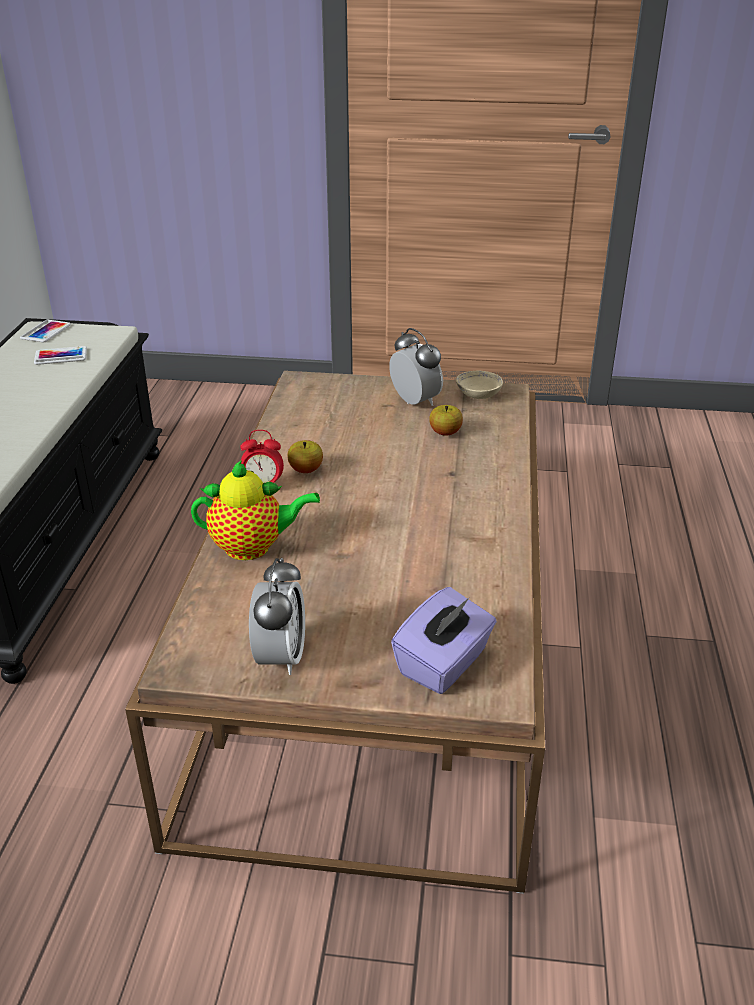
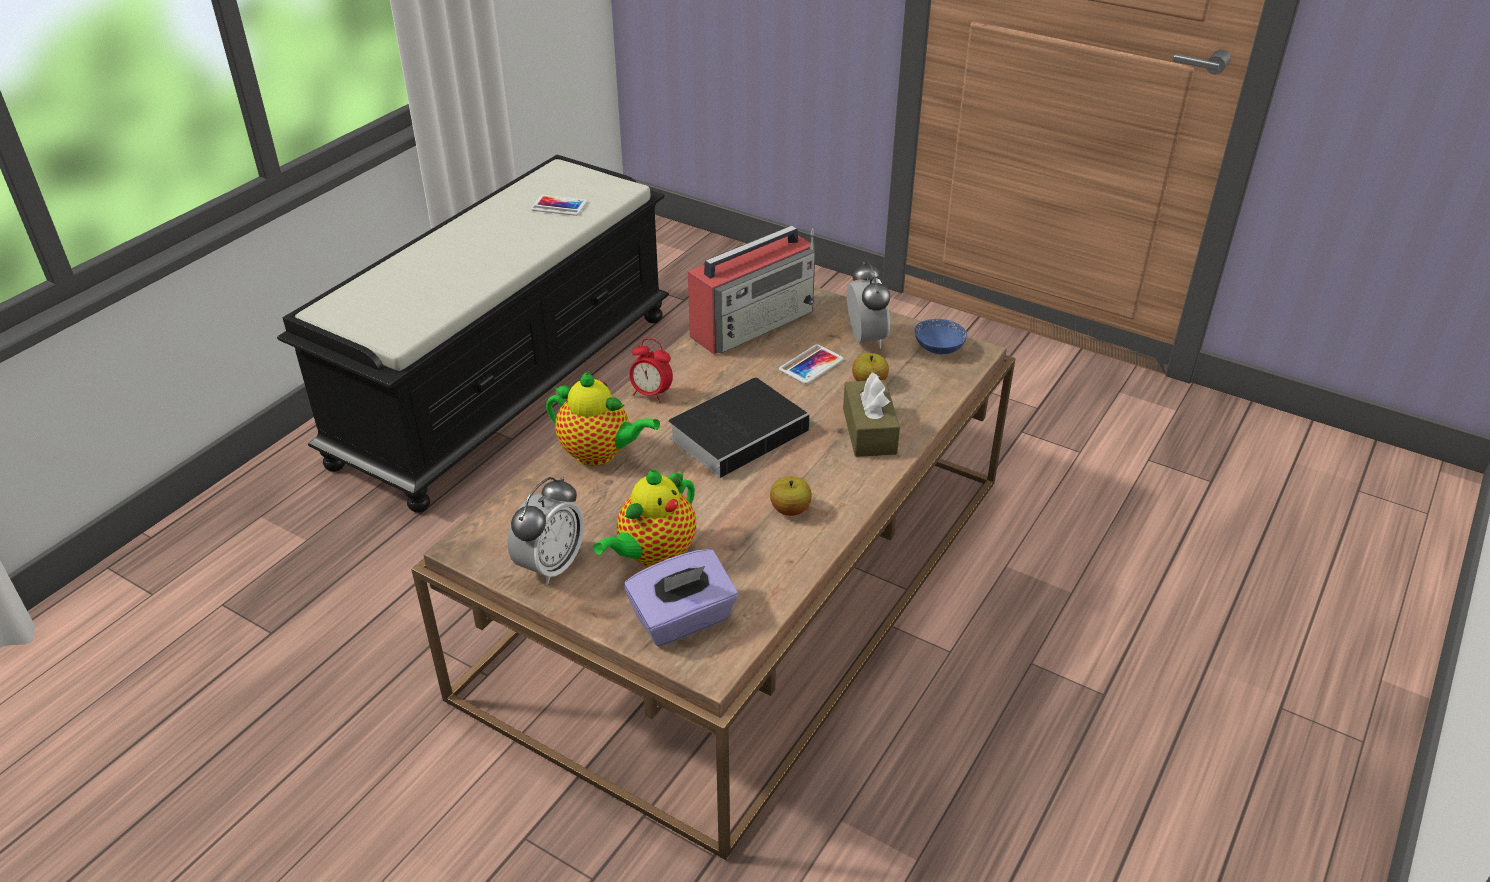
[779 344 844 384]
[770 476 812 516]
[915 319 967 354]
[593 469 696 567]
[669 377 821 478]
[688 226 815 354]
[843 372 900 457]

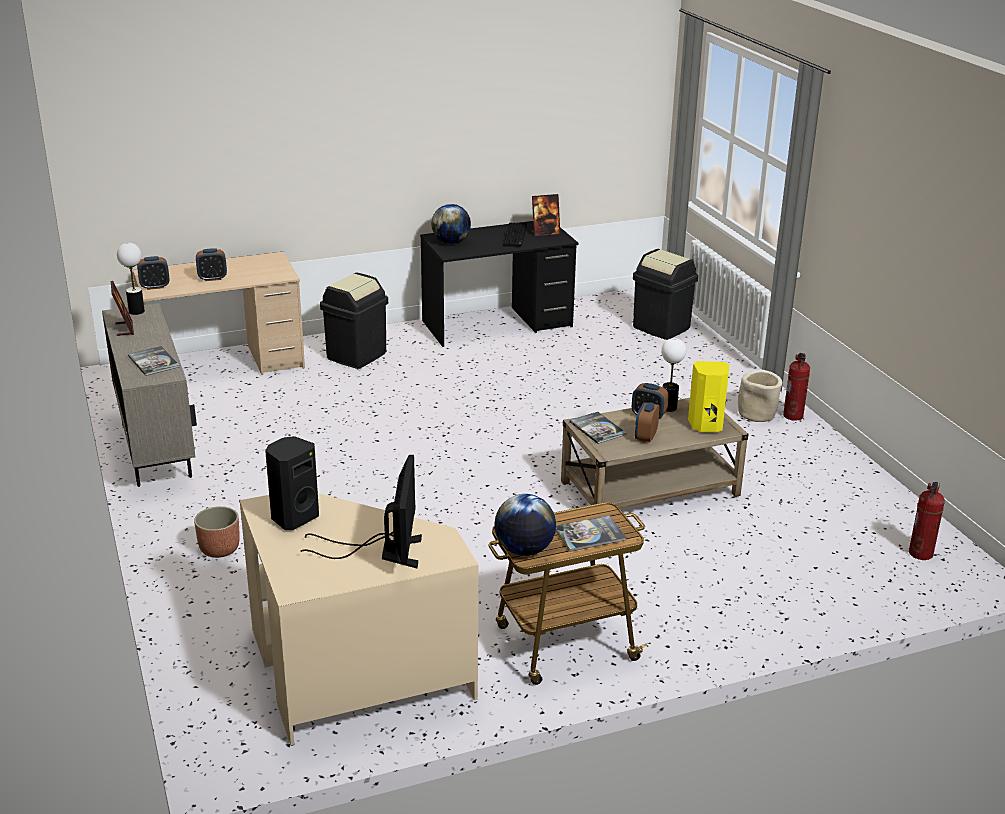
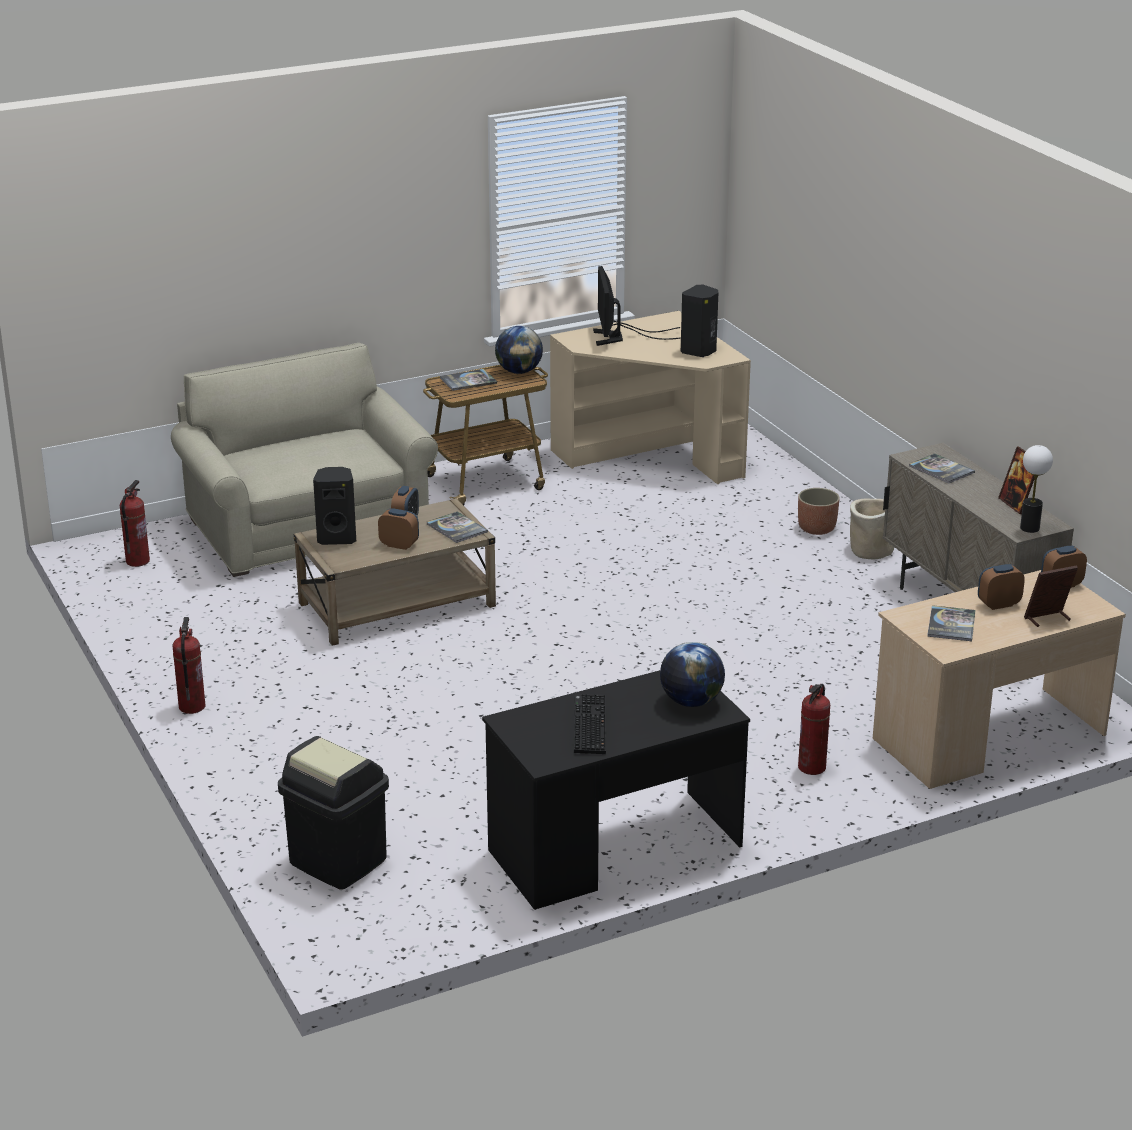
[798 684 830 775]
[1024 566 1078 627]
[661 338 686 412] (first image)
[313 467 356 545]
[850 499 894 559]
[171 343 438 577]
[927 605 976 641]

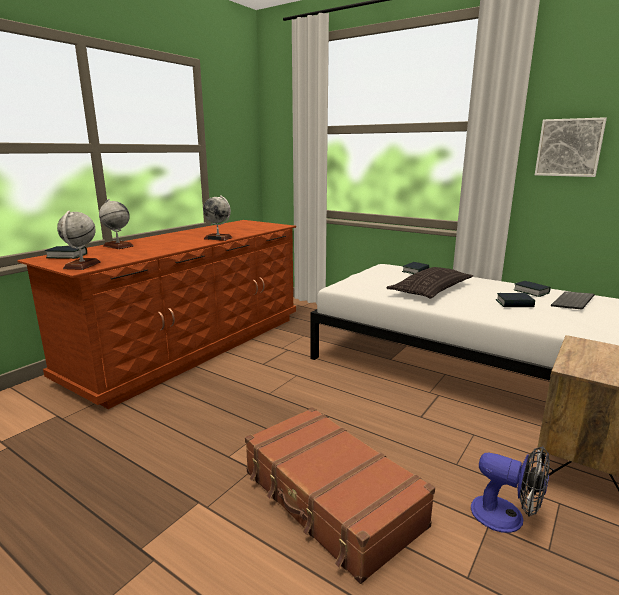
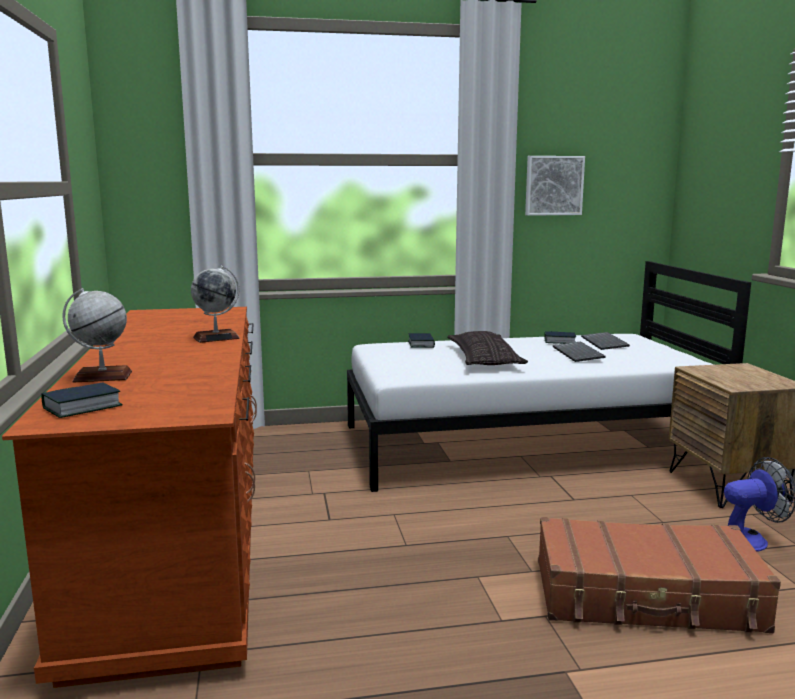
[57 211 101 270] (first image)
[553 341 605 362]

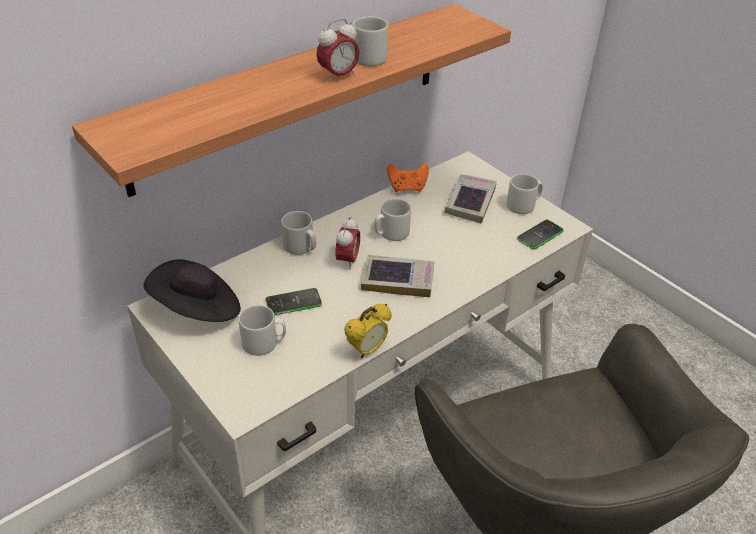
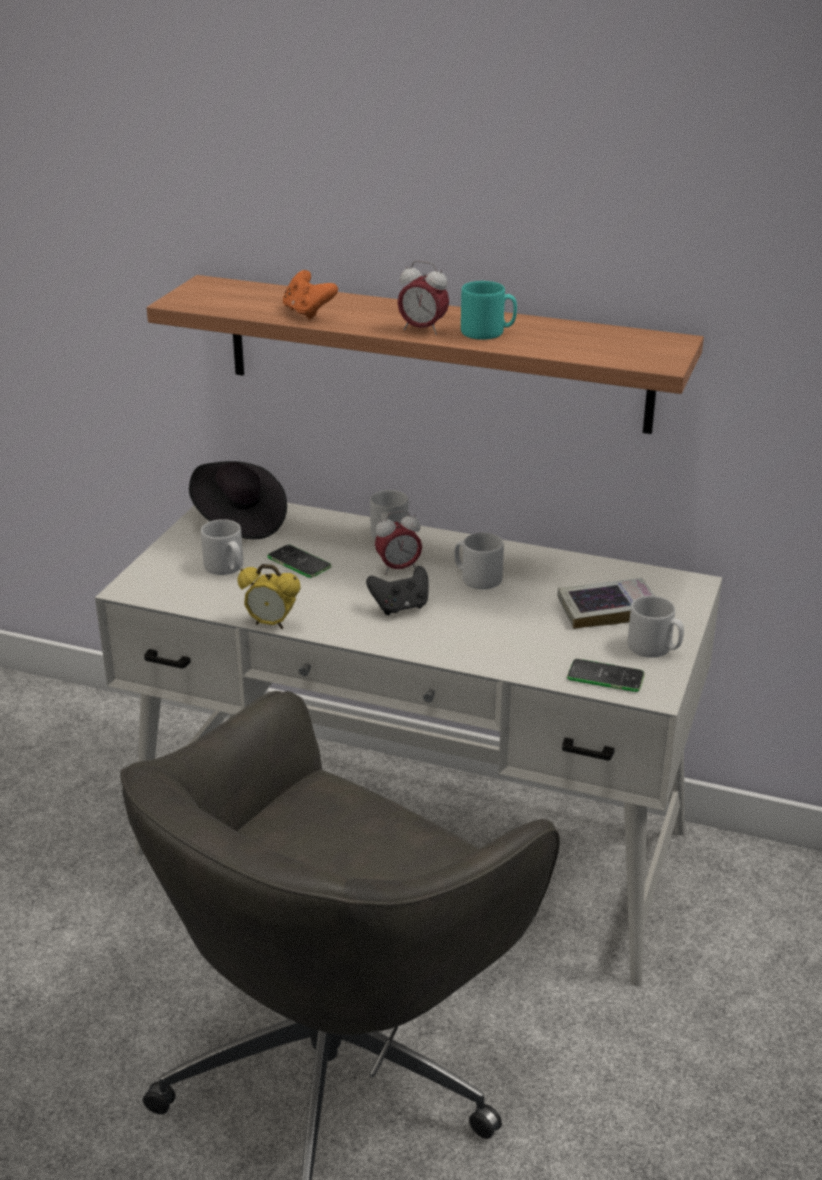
[461 281 517 340]
[366 566 429 615]
[283 270 338 320]

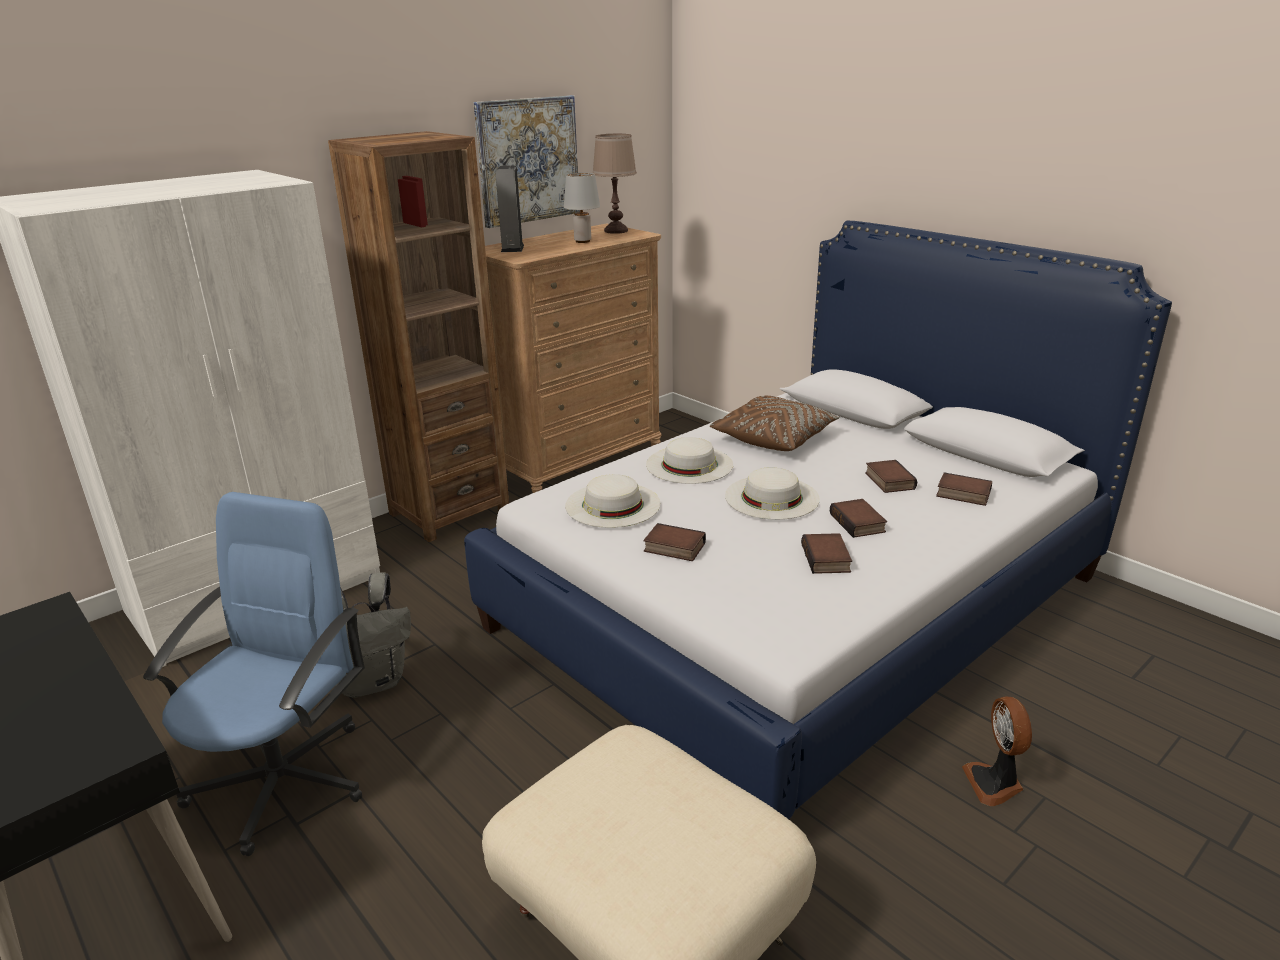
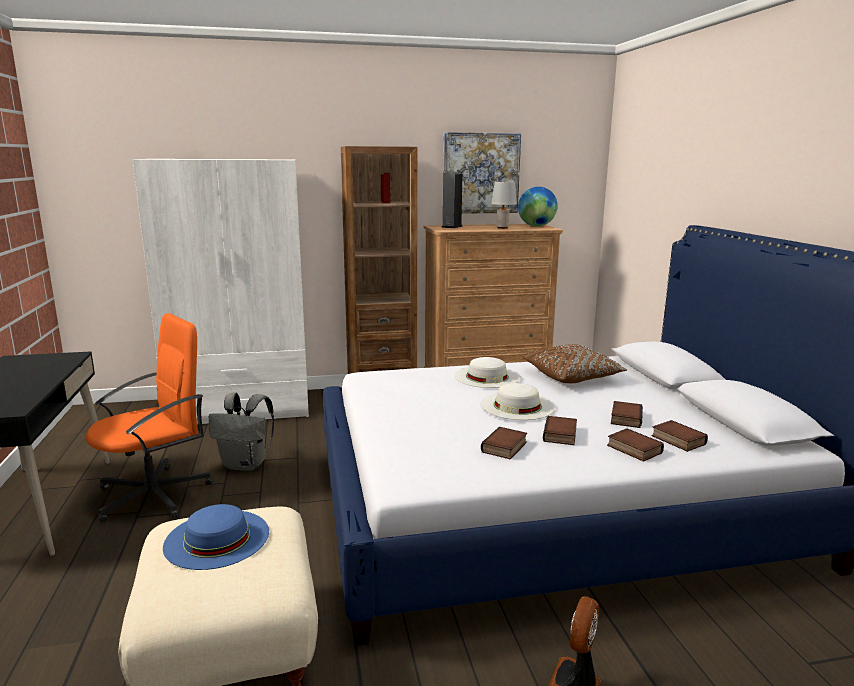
[86 313 213 522]
[565 474 660 528] (first image)
[518 187 558 227]
[607 428 664 462]
[163 504 269 570]

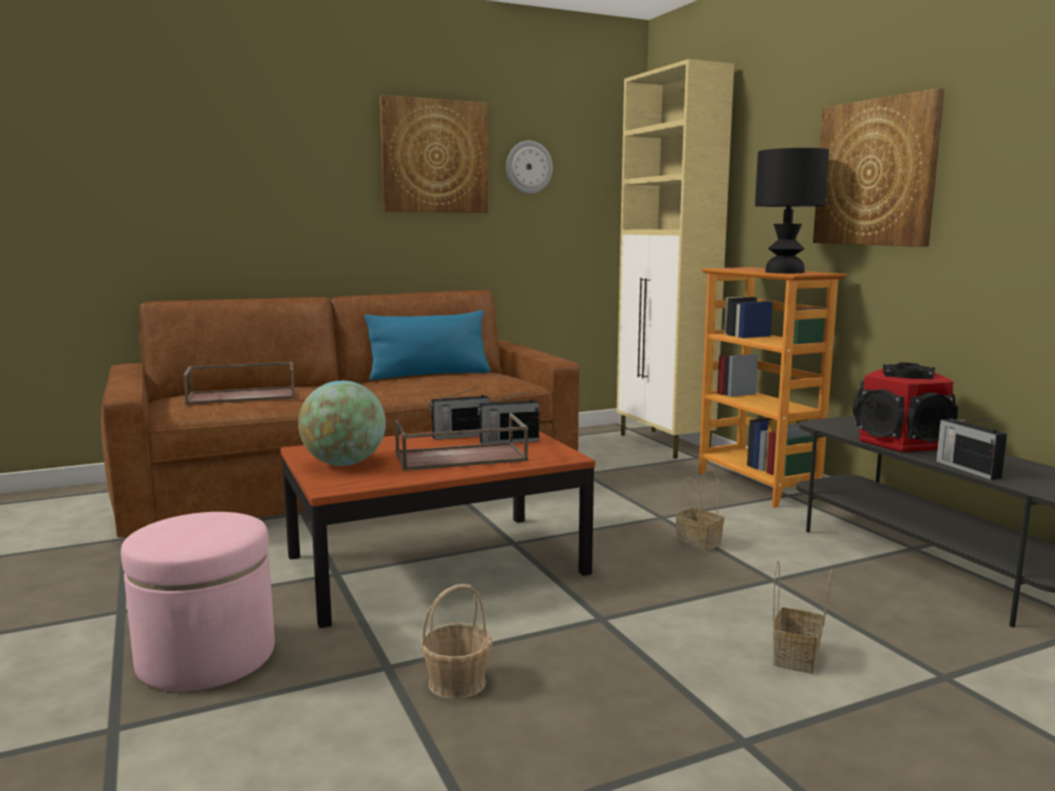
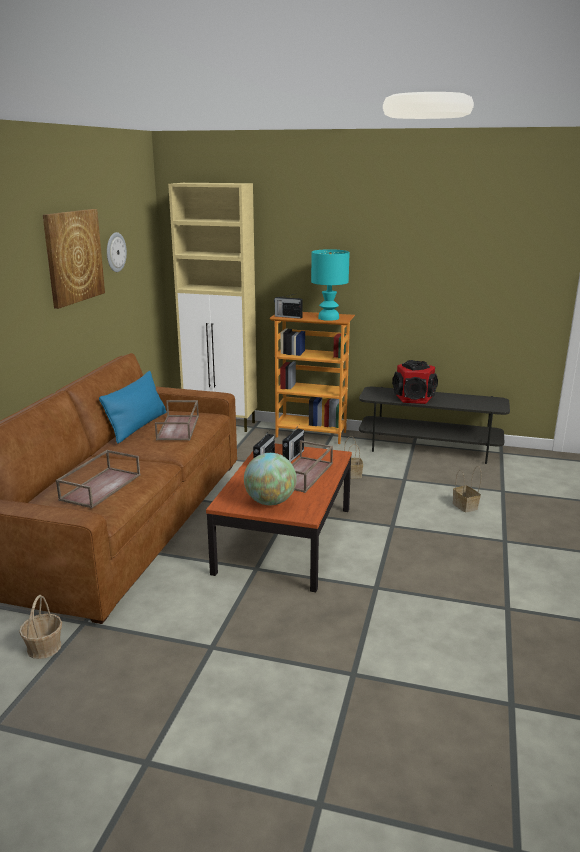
[121 512 275 691] (first image)
[19 595 62 659]
[311 249 350 321]
[813 88 945 247] (first image)
[274 294 303 319]
[155 400 199 441]

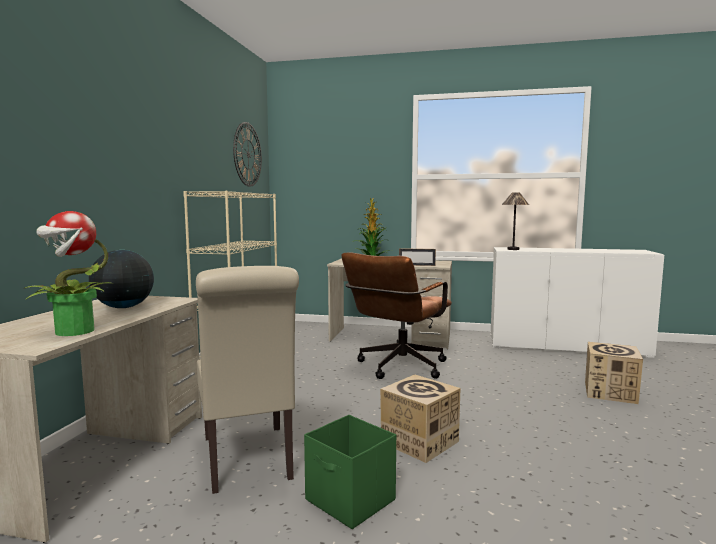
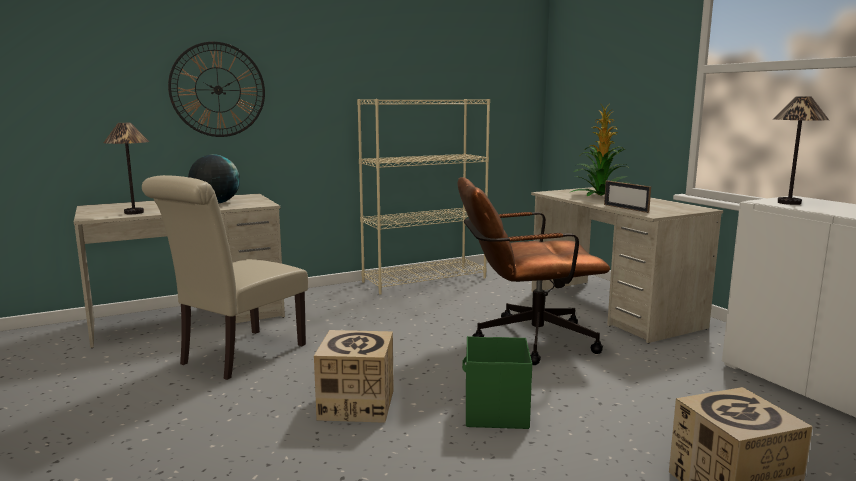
[103 123 149 214]
[168 42 265 137]
[462 336 532 429]

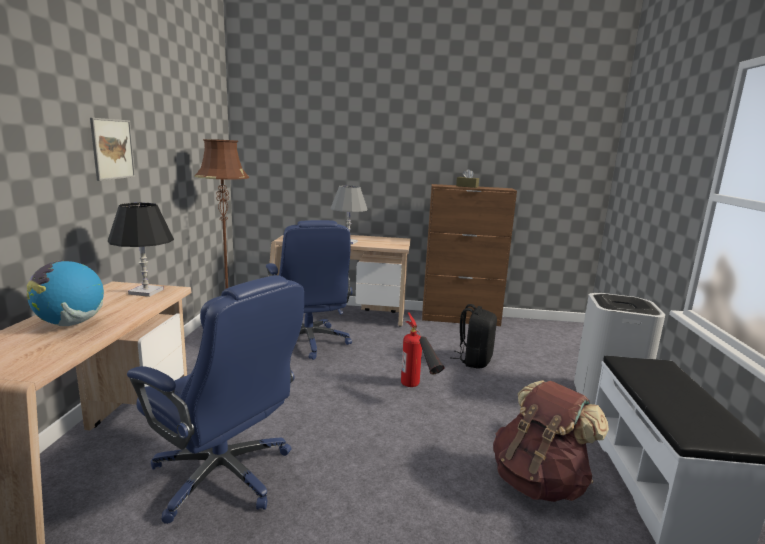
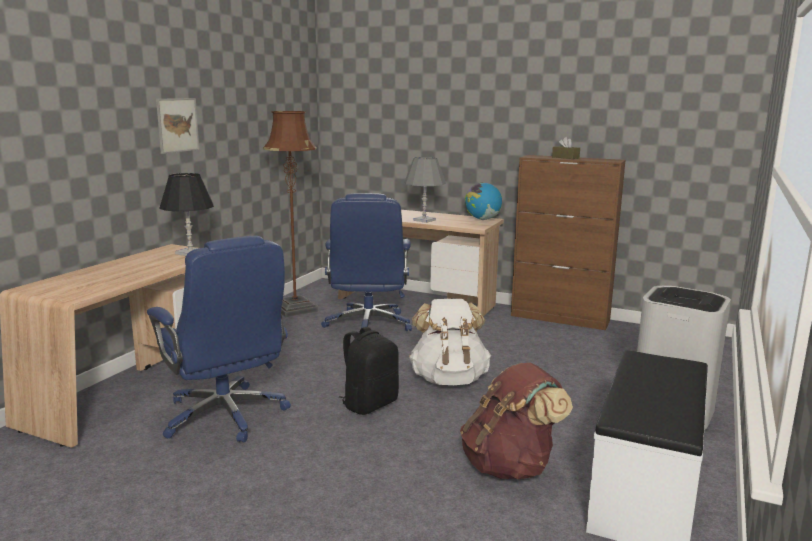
[465 182 502 220]
[409 299 491 385]
[339 327 399 415]

